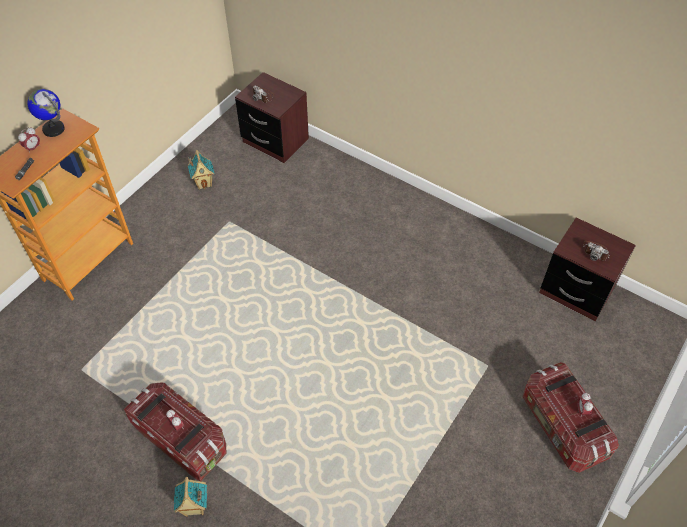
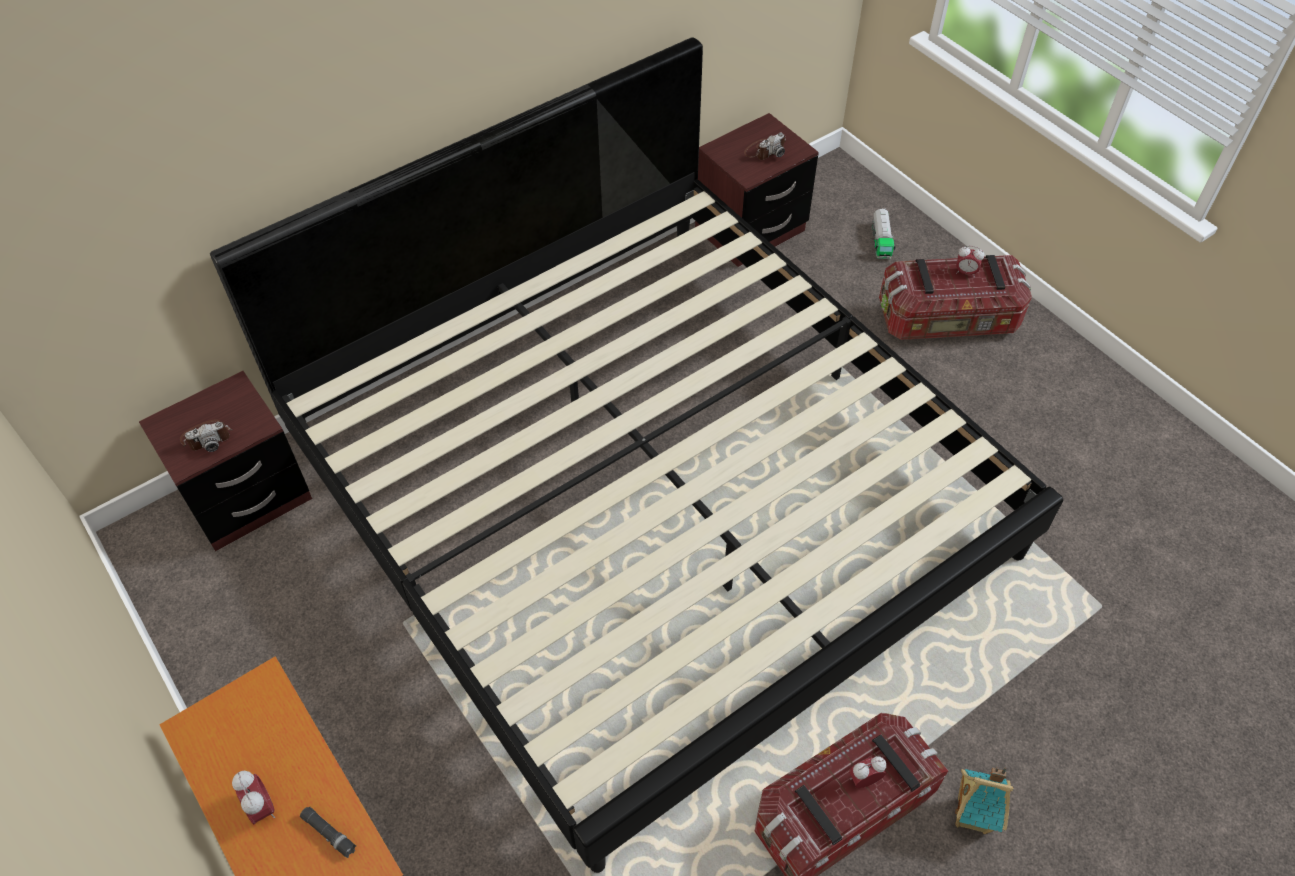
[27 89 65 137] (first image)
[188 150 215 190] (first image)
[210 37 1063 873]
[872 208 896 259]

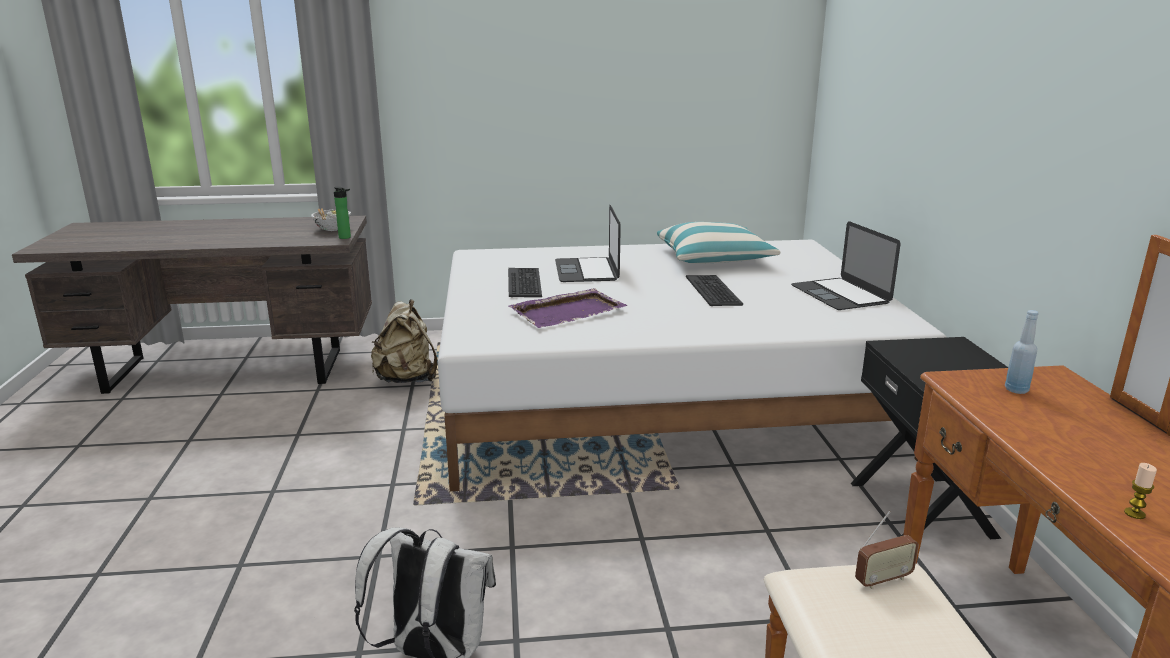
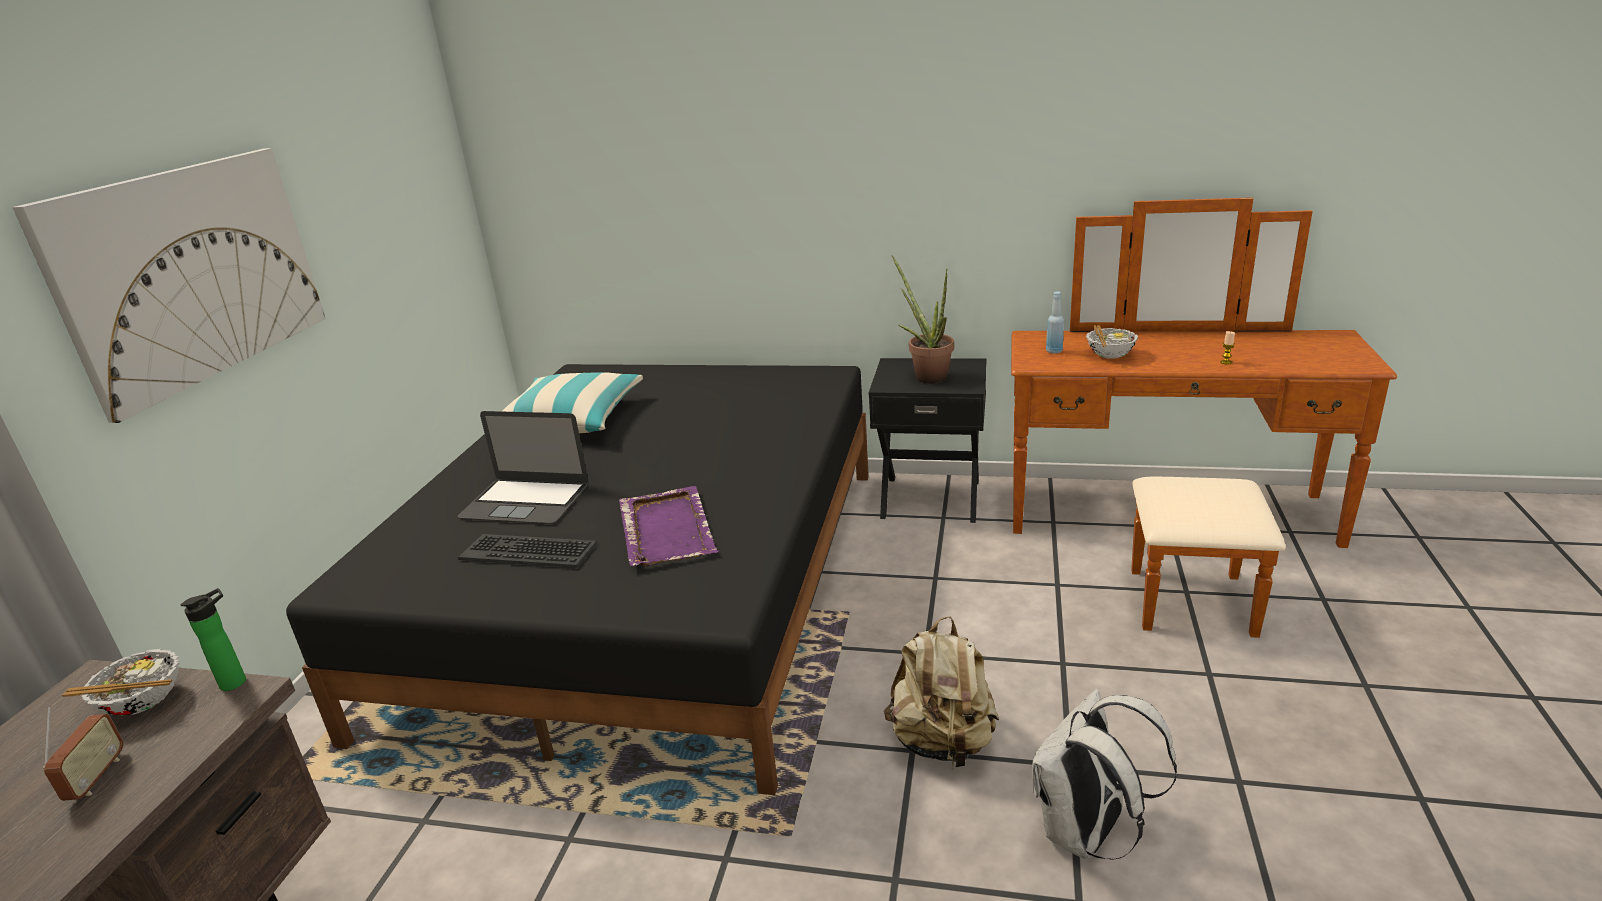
[884 616 999 769]
[286 364 869 795]
[686 275 743 306] (first image)
[791 221 901 310] (first image)
[43 706 123 801]
[12 148 326 423]
[892 256 954 384]
[1086 325 1138 359]

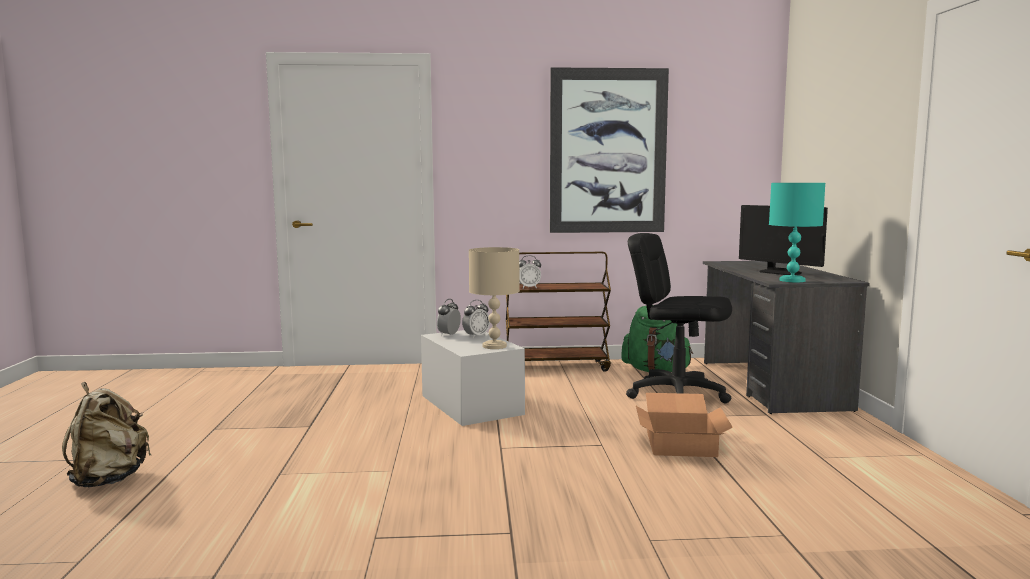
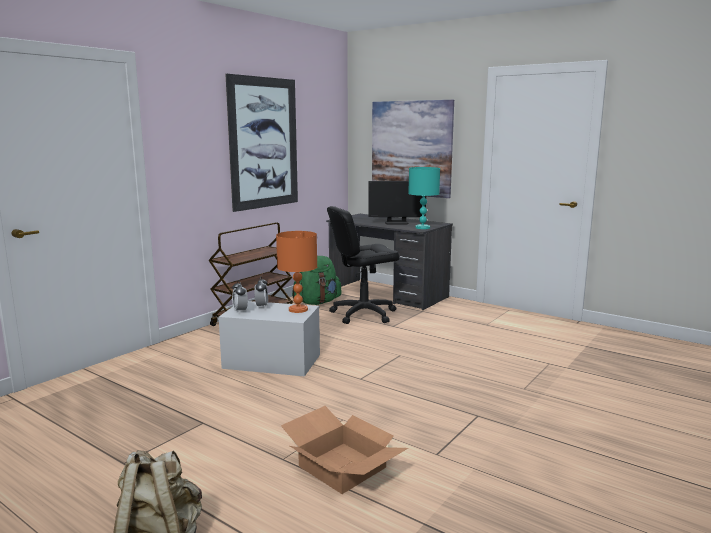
[276 231 317 313]
[519 255 541 288] (first image)
[281 406 408 494]
[372 100 454 198]

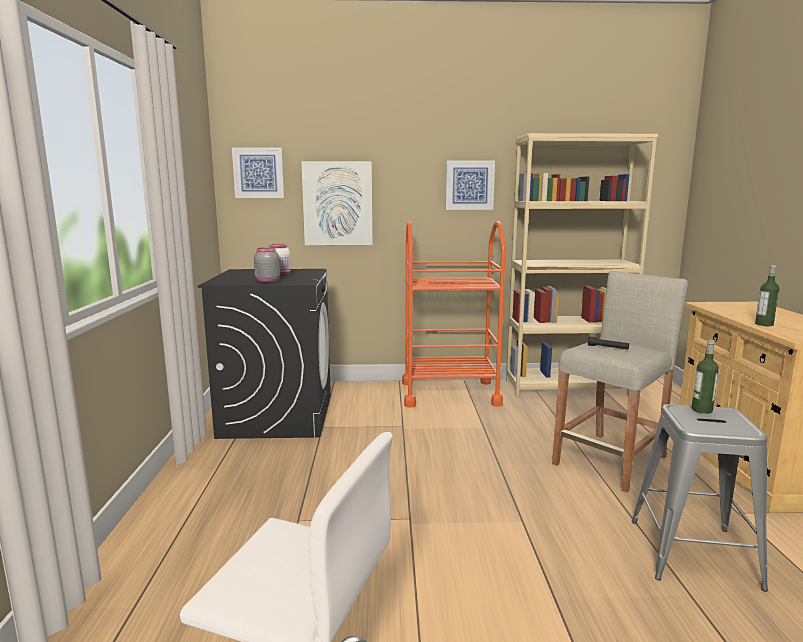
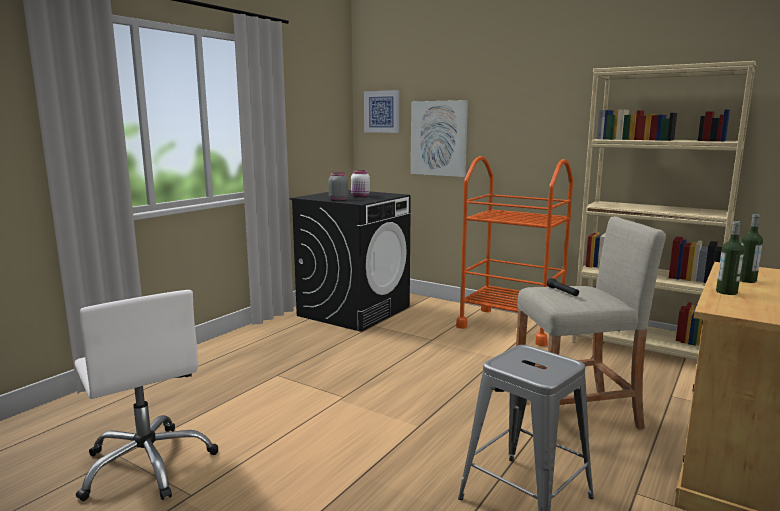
[446 160 495 210] (first image)
[740 214 763 283]

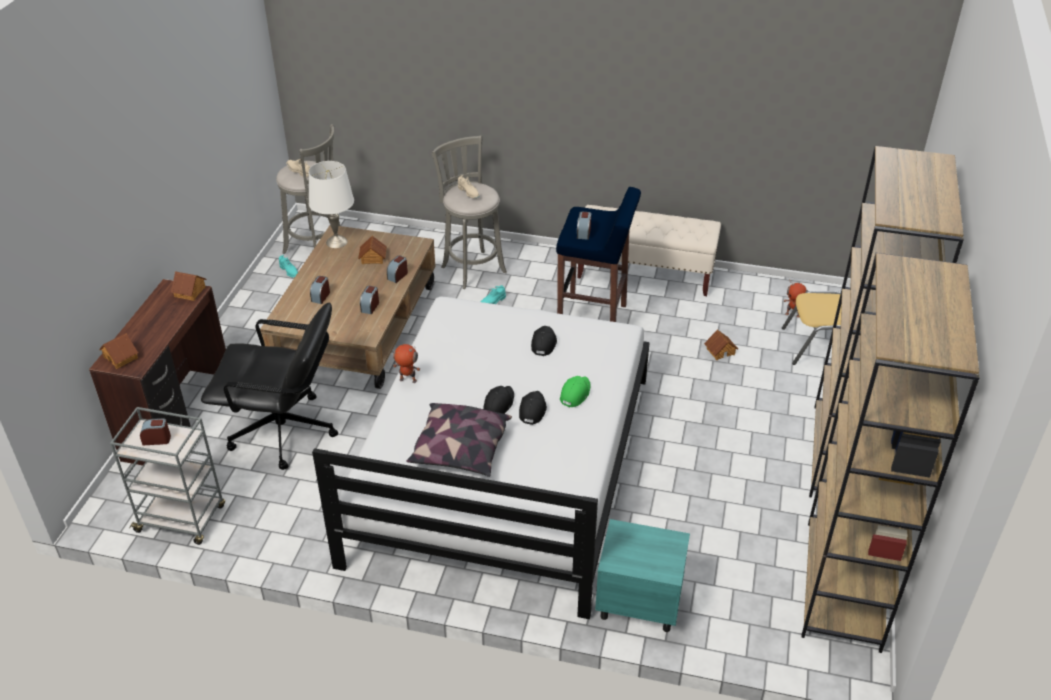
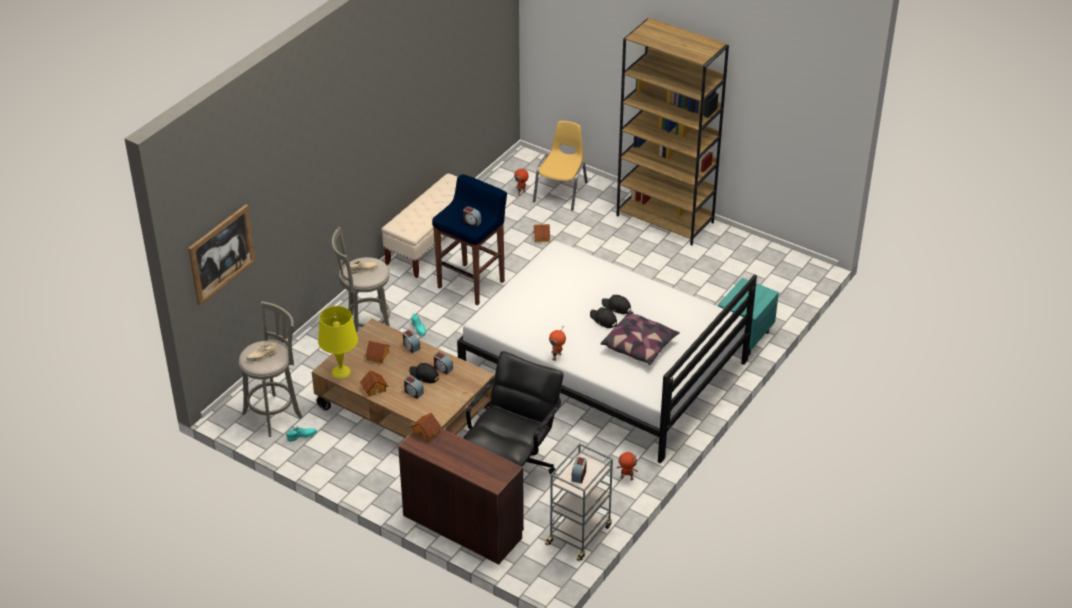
[360 370 388 397]
[318 306 358 379]
[409 363 439 383]
[560 376 591 407] (first image)
[801 253 979 653] (first image)
[188 204 256 306]
[617 452 638 481]

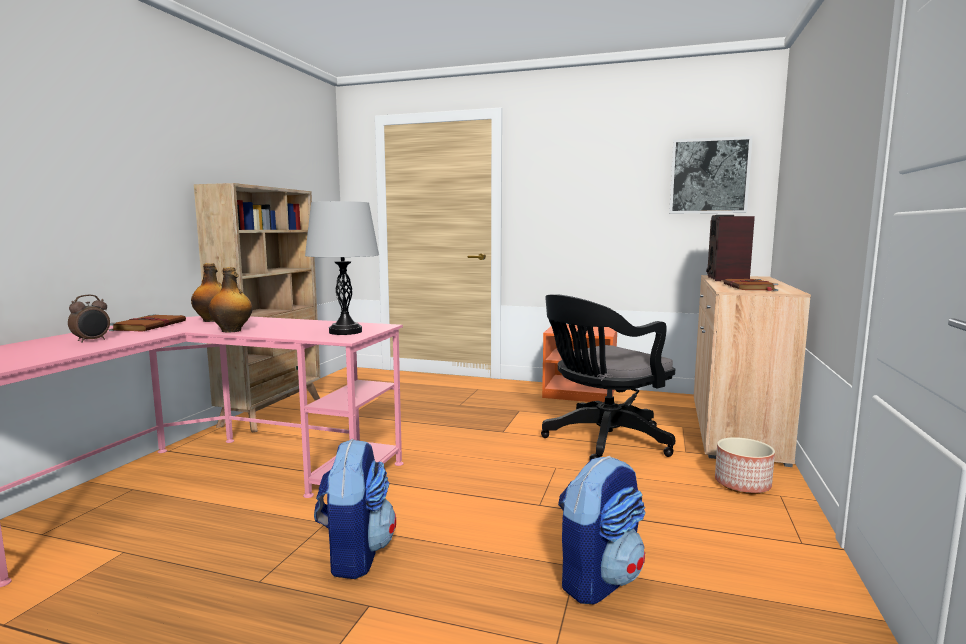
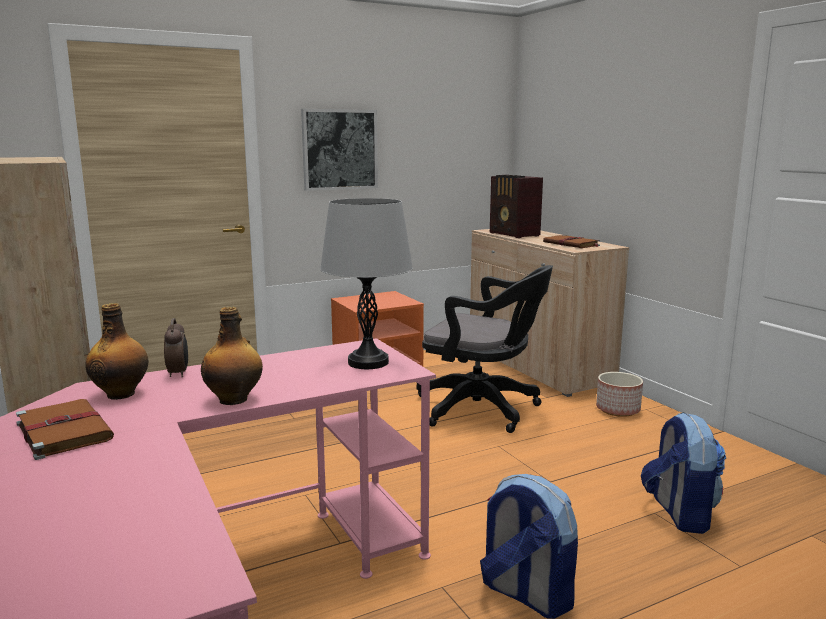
[164 318 188 377]
[416 265 553 433]
[301 109 378 191]

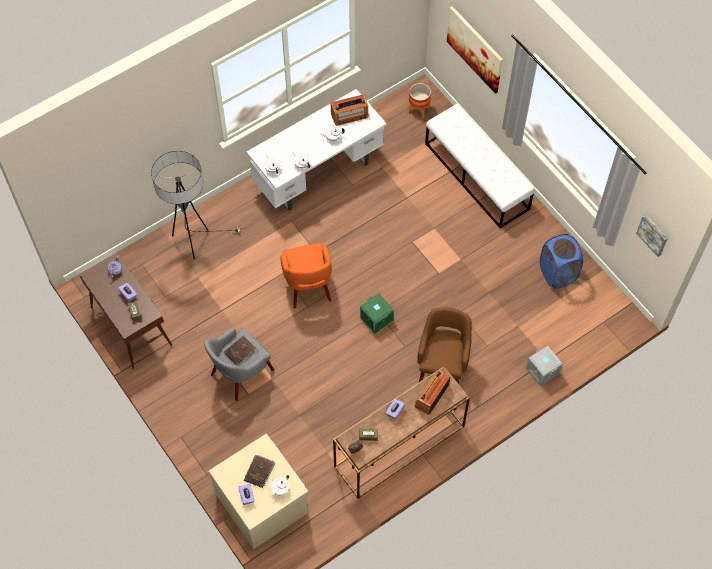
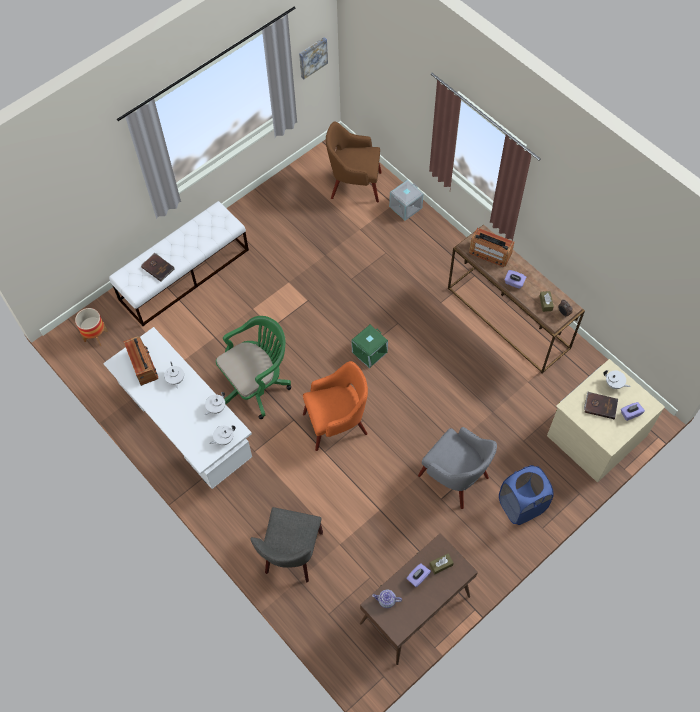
[250 507 323 583]
[141 253 175 282]
[326 121 382 202]
[447 6 503 94] (first image)
[499 465 554 525]
[216 316 291 419]

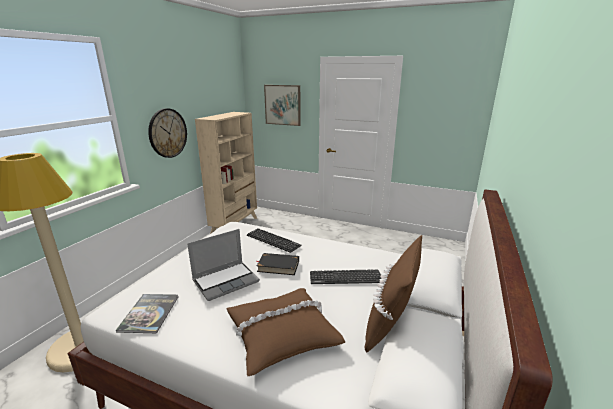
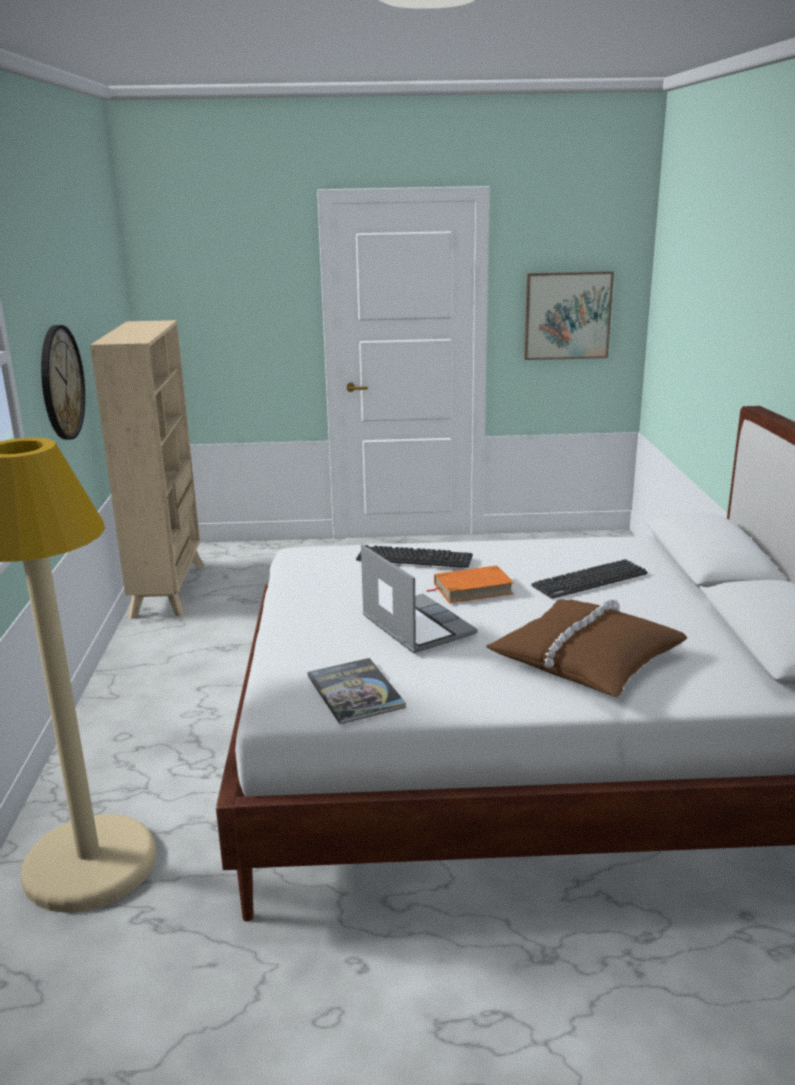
[361 544 477 653]
[426 565 514 603]
[524 271 614 360]
[365 235 422 353] (first image)

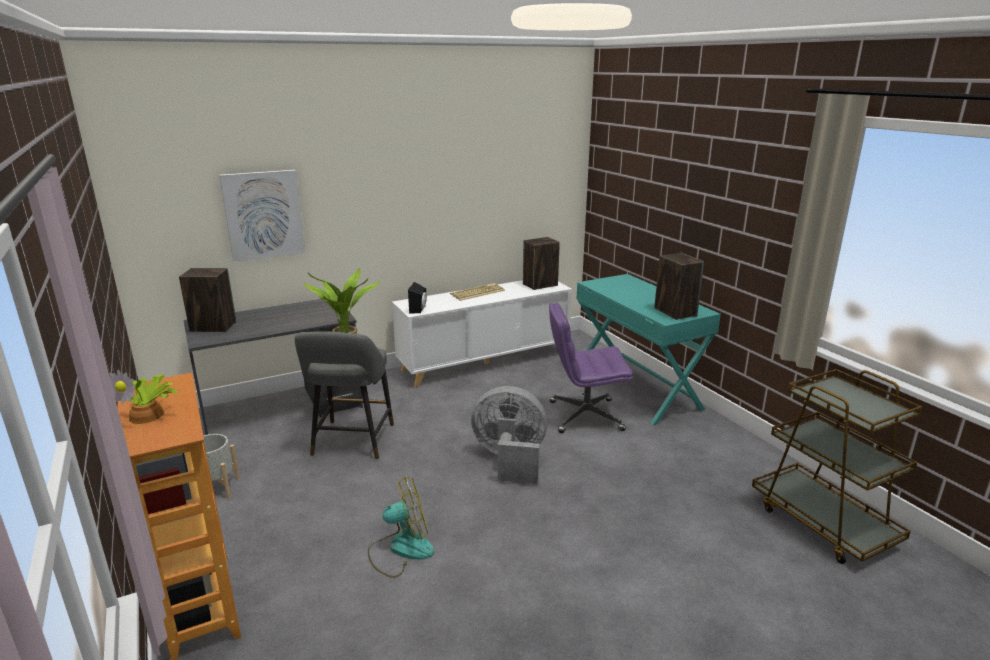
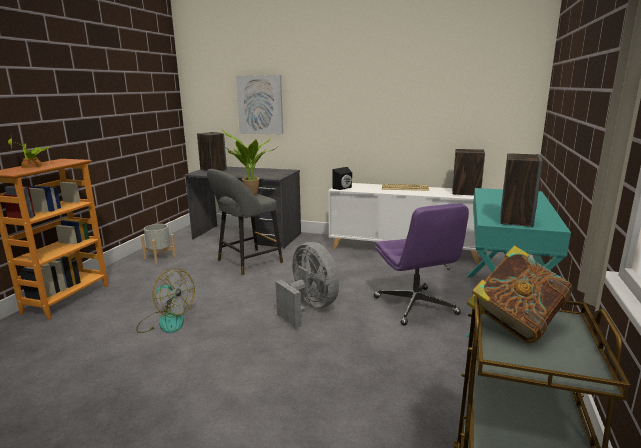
[374 203 469 326]
[467 245 572 343]

